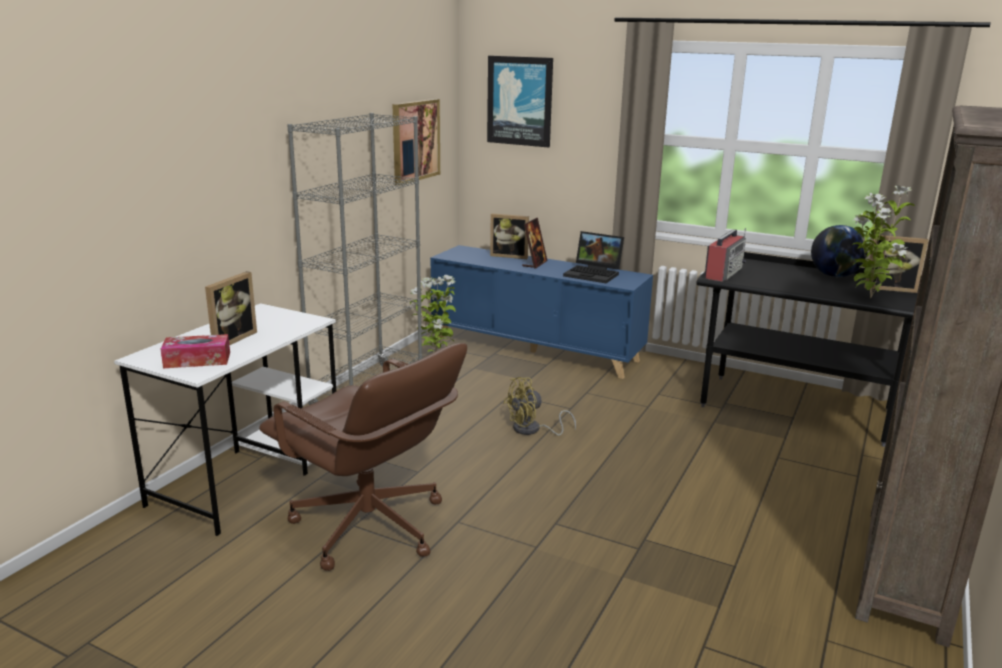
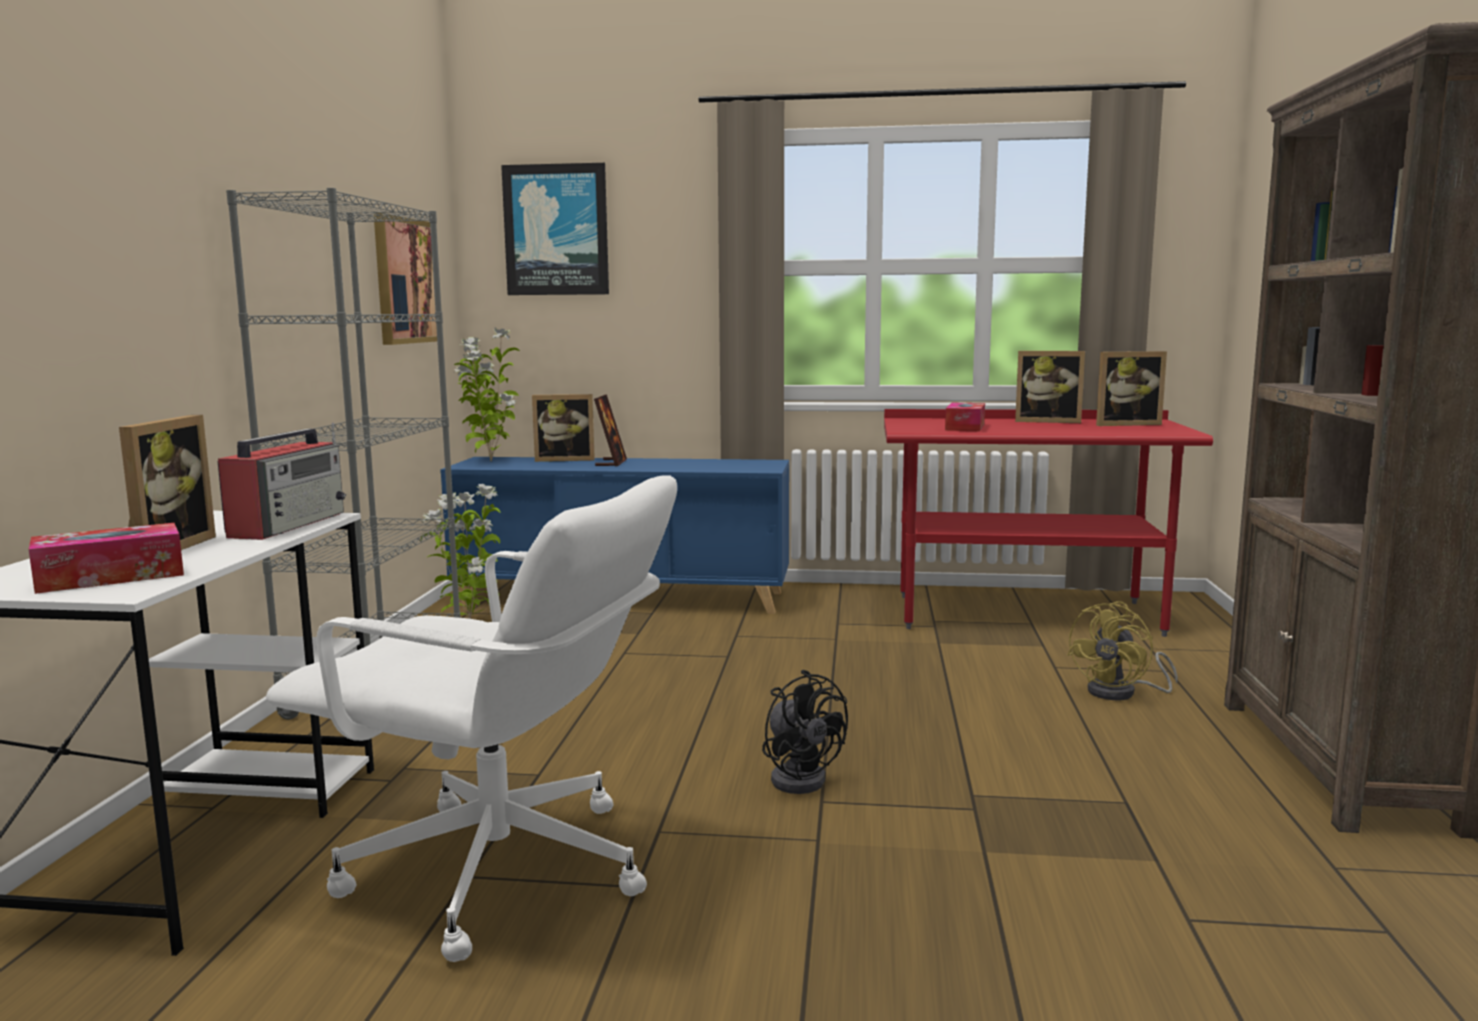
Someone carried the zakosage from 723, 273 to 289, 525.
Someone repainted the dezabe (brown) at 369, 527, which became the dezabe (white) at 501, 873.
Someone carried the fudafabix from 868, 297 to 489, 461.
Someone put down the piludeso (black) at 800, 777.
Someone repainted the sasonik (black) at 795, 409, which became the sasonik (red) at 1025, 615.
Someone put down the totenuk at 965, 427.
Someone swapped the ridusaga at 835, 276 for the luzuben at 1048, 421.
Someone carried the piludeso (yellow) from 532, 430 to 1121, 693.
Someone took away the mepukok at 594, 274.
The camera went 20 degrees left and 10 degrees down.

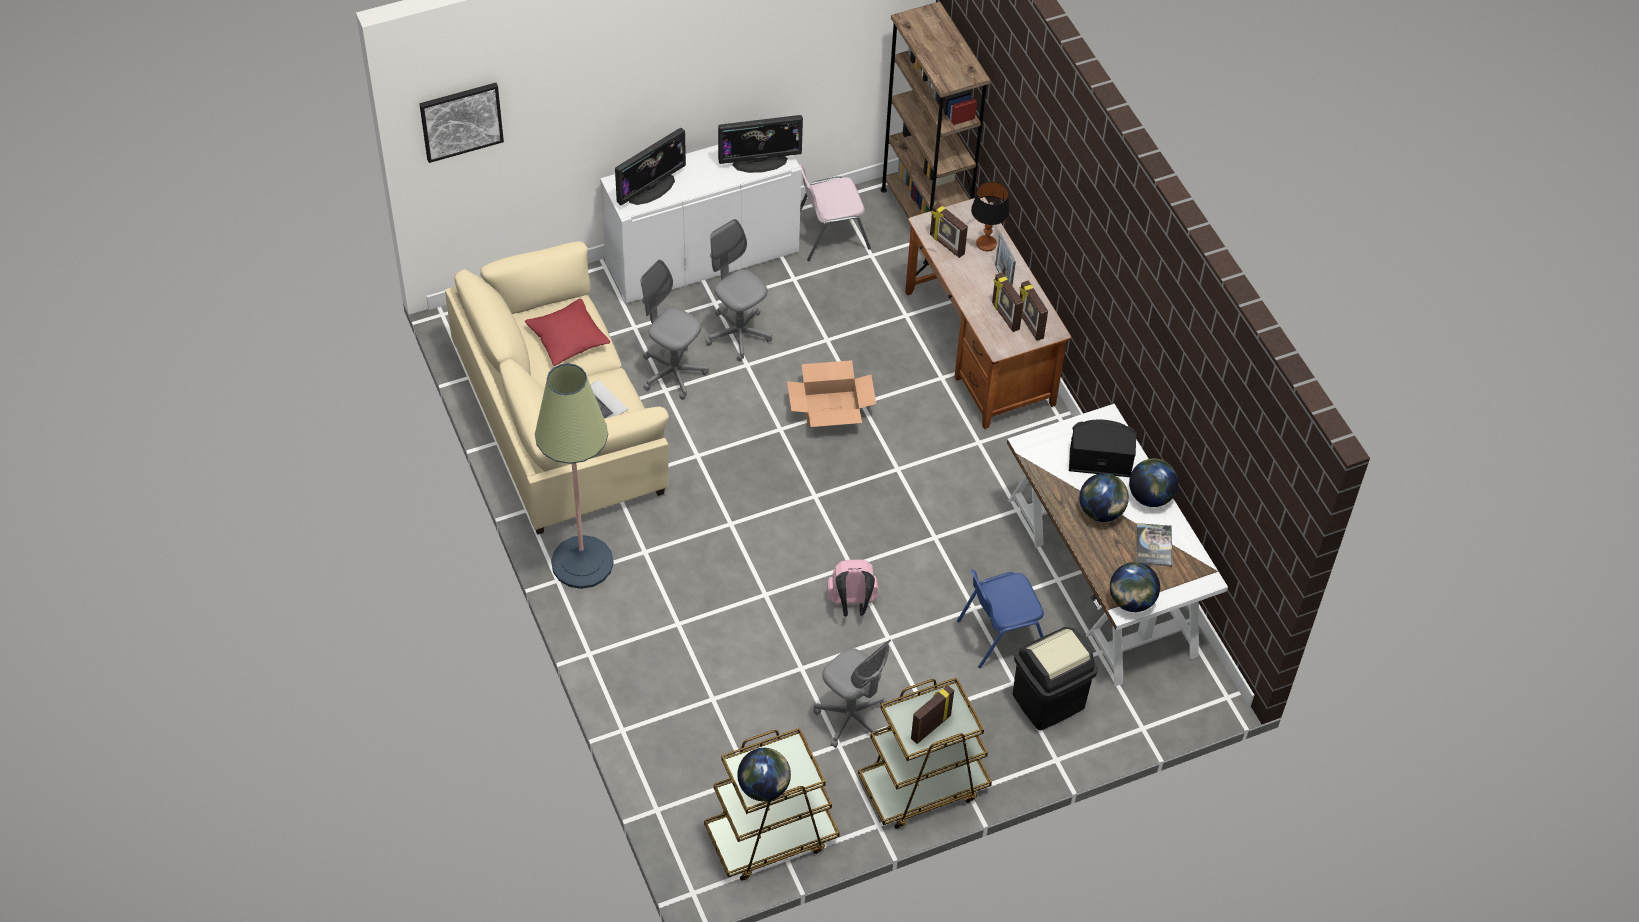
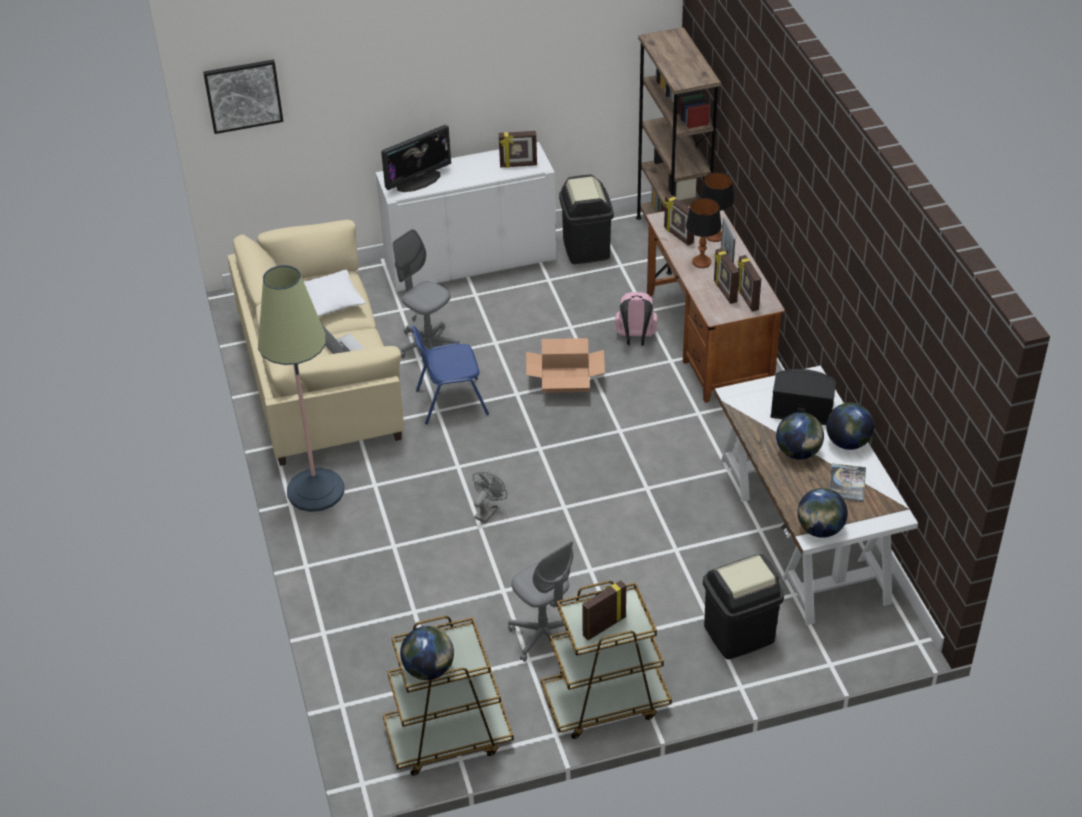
Someone repainted the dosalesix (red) at 568, 339, which became the dosalesix (white) at 330, 302.
Someone carried the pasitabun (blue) from 1000, 634 to 450, 401.
Someone put down the piludeso (grey) at 488, 511.
Someone swapped the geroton at 760, 161 for the luzuben at 518, 165.
Someone swapped the pasitabun (pink) at 829, 235 for the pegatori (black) at 585, 249.
Someone carried the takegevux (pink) from 852, 604 to 635, 338.
Someone put down the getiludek at 701, 262.
Someone took away the dezabe (grey) at 738, 334.
The camera went 10 degrees right and 10 degrees down.

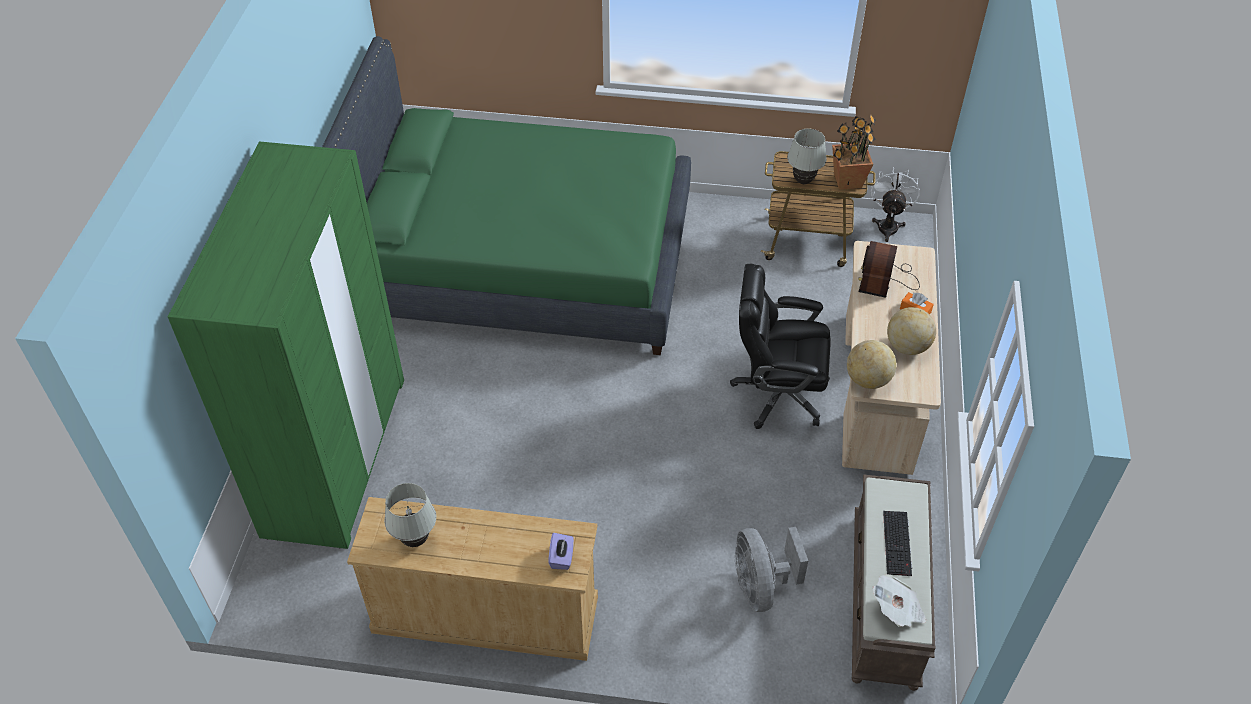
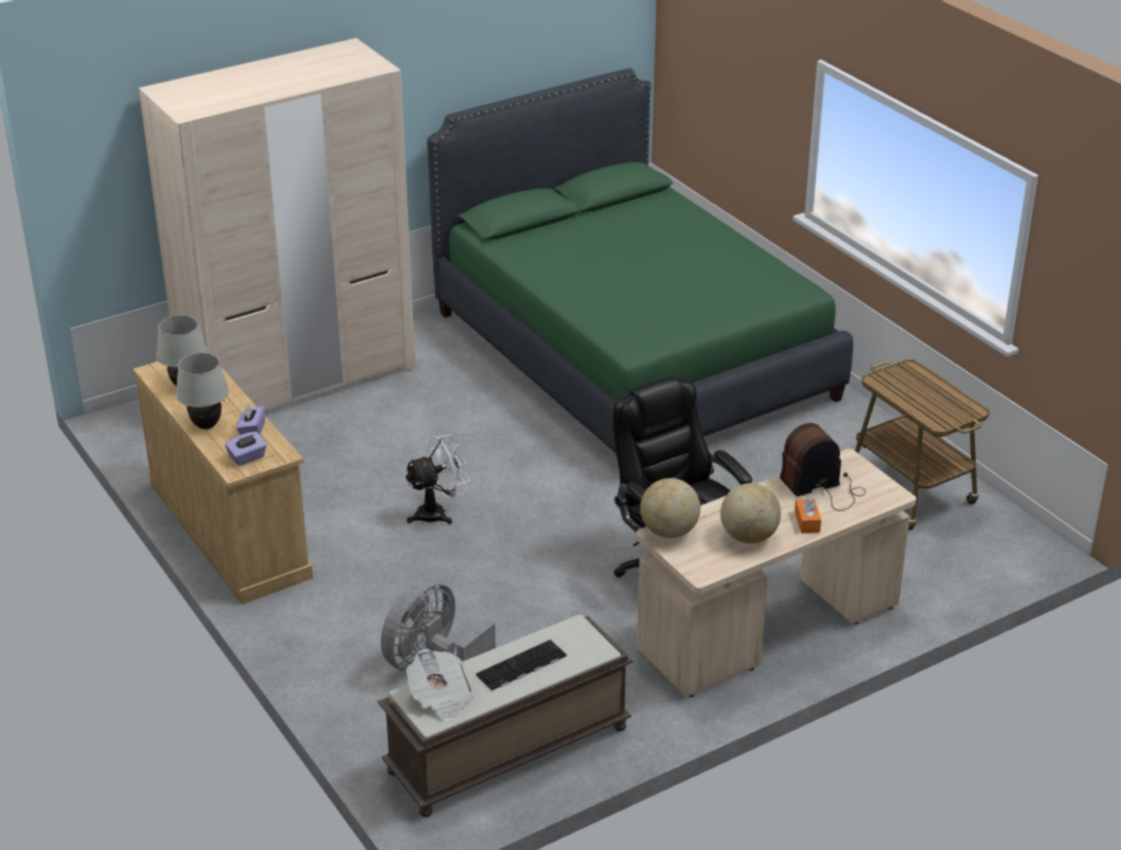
Someone repainted the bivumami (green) at 335, 455, which became the bivumami (beige) at 298, 379.
Someone carried the getiludek (white) from 803, 181 to 206, 426.
Someone put down the totenuk (purple) at 252, 431.
Someone carried the piludeso (white) from 888, 225 to 438, 513.
Someone took away the fudafabix at 847, 180.
The camera went 50 degrees right and 15 degrees down.

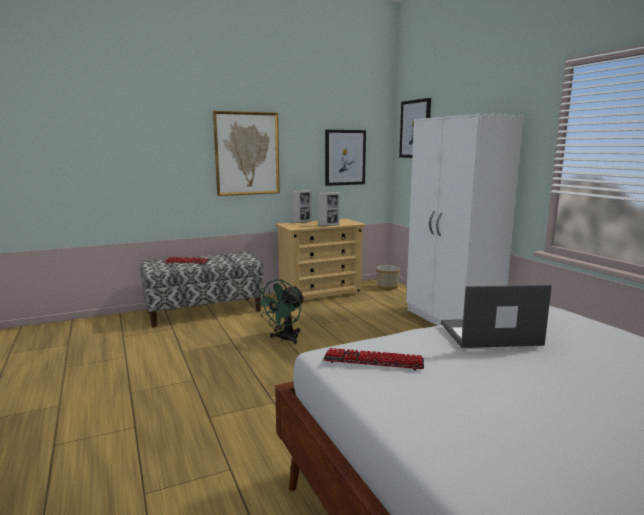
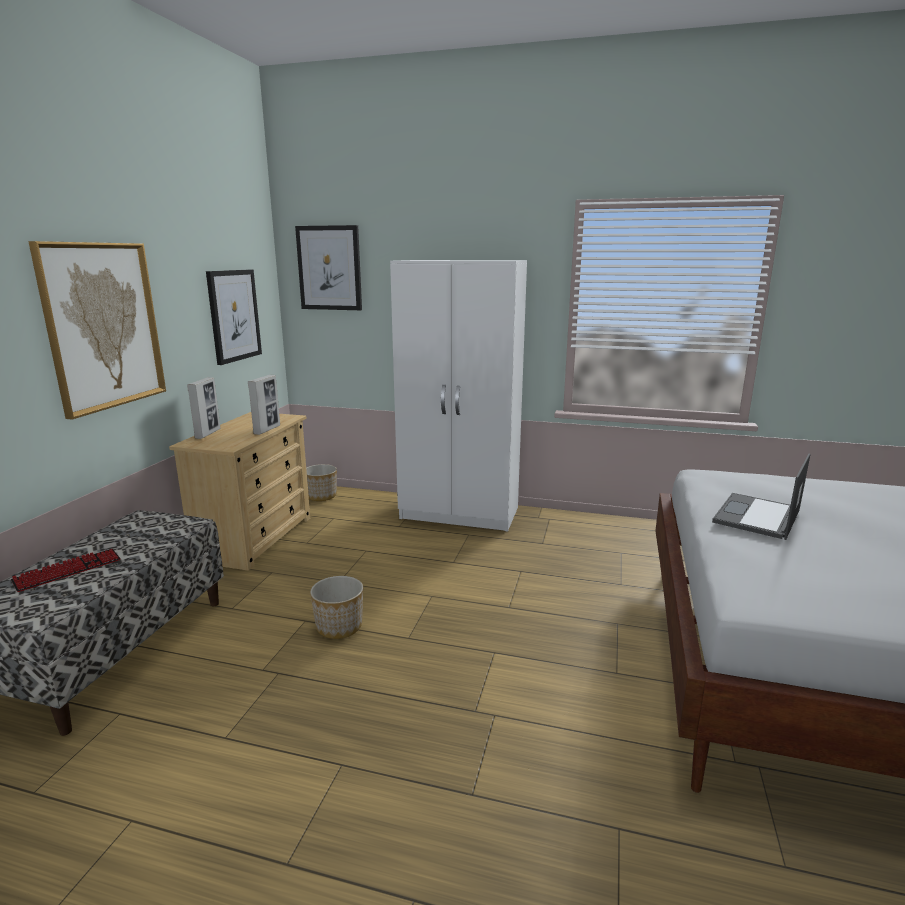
Someone swapped the piludeso (green) at 284, 339 for the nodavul at 339, 626.
Someone took away the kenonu at 373, 361.
The camera went 50 degrees left and 5 degrees up.

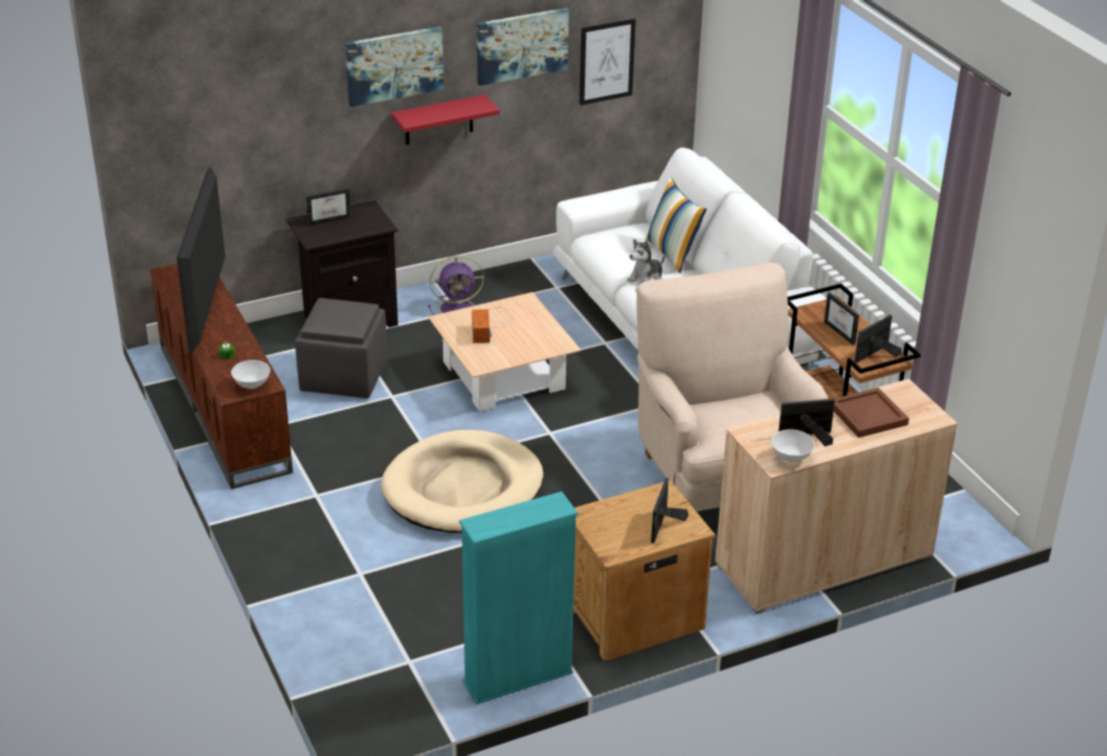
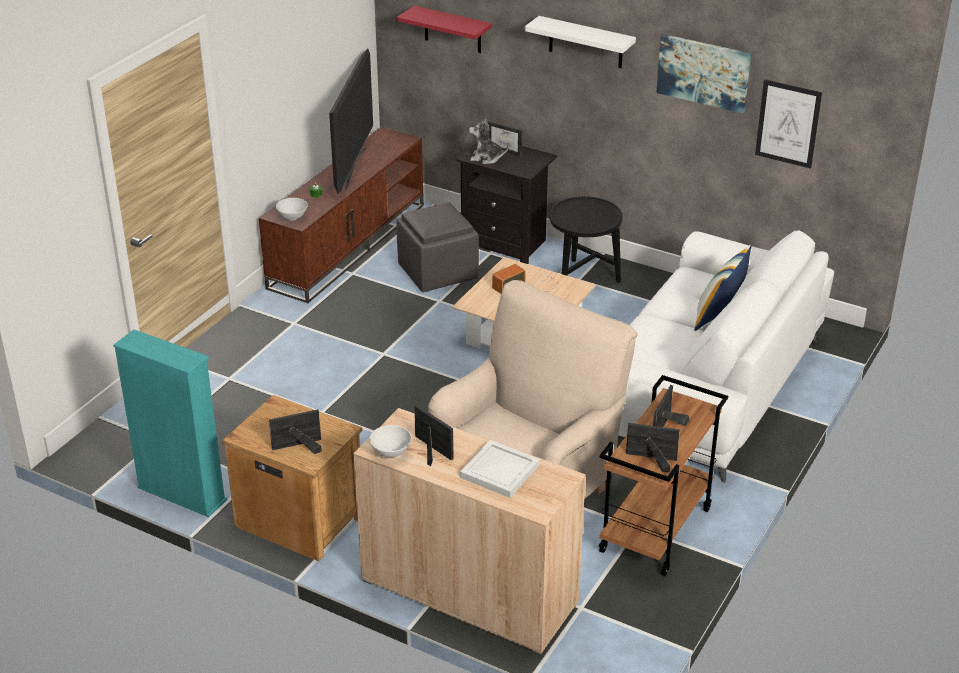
Someone rotated the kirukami at 209, 315 by 135 degrees clockwise.
Someone carried the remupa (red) from 439, 120 to 452, 30.
Someone repainted the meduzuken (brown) at 866, 415, which became the meduzuken (white) at 499, 470.
Someone carried the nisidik from 646, 279 to 486, 158.
Someone swapped the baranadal at 394, 65 for the remupa (white) at 586, 42.
Someone swapped the piludeso (purple) at 459, 308 for the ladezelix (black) at 583, 279.
Someone took away the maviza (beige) at 463, 488.
The camera went 55 degrees right and 0 degrees up.

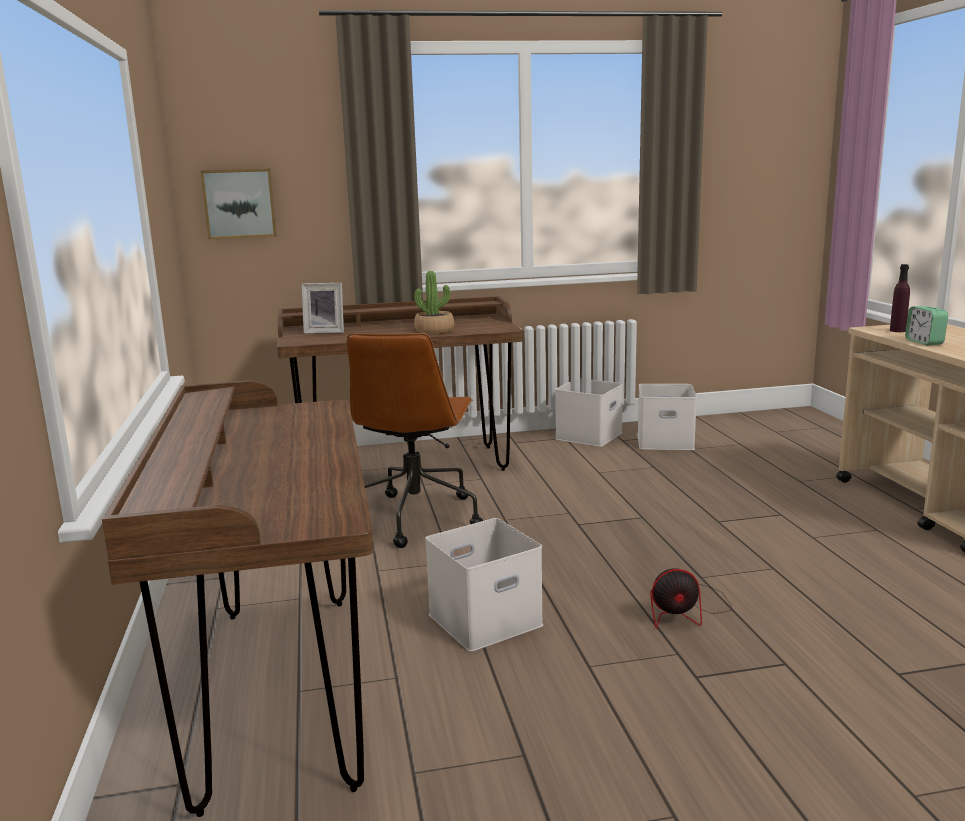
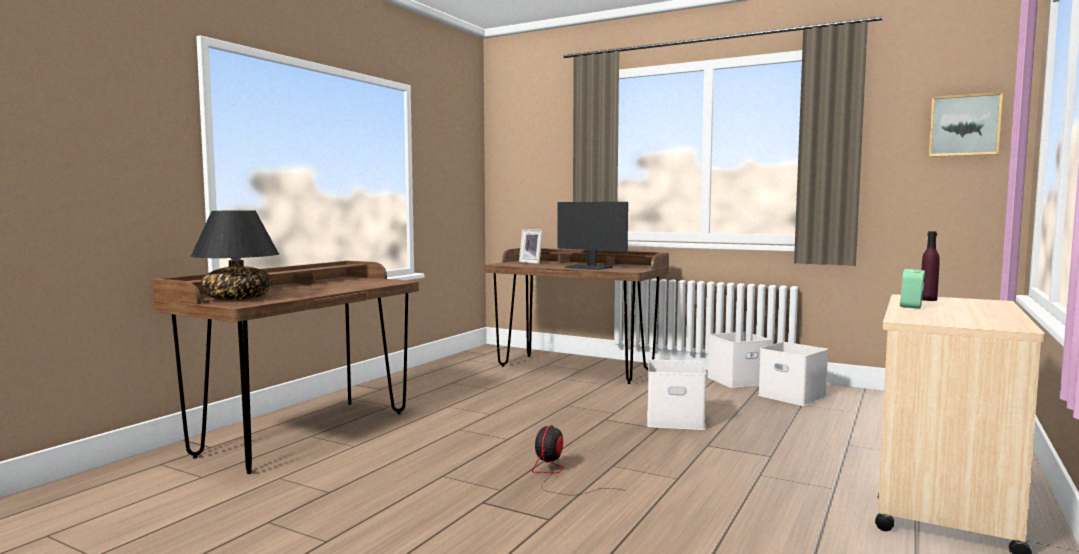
Someone put down the getiludek (black) at 237, 298.
Someone rotated the piludeso at 685, 611 by 75 degrees clockwise.
Someone swapped the fudafabix at 434, 330 for the geroton at 588, 267.
Someone carried the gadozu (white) from 485, 618 to 676, 419.
Someone carried the baranadal from 239, 203 to 964, 125.
Someone took away the dezabe (brown) at 415, 517.
The camera went 40 degrees right and 10 degrees down.

